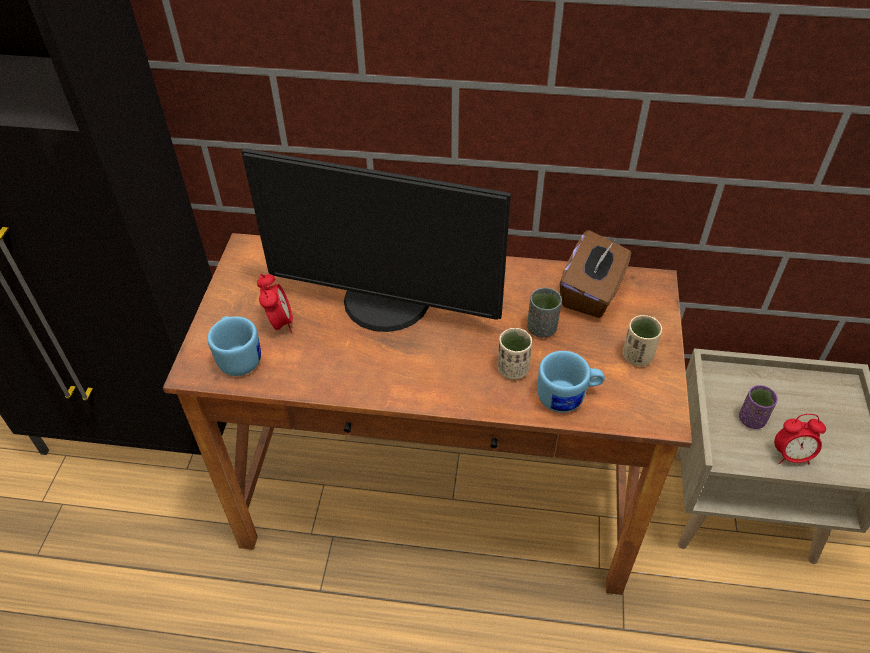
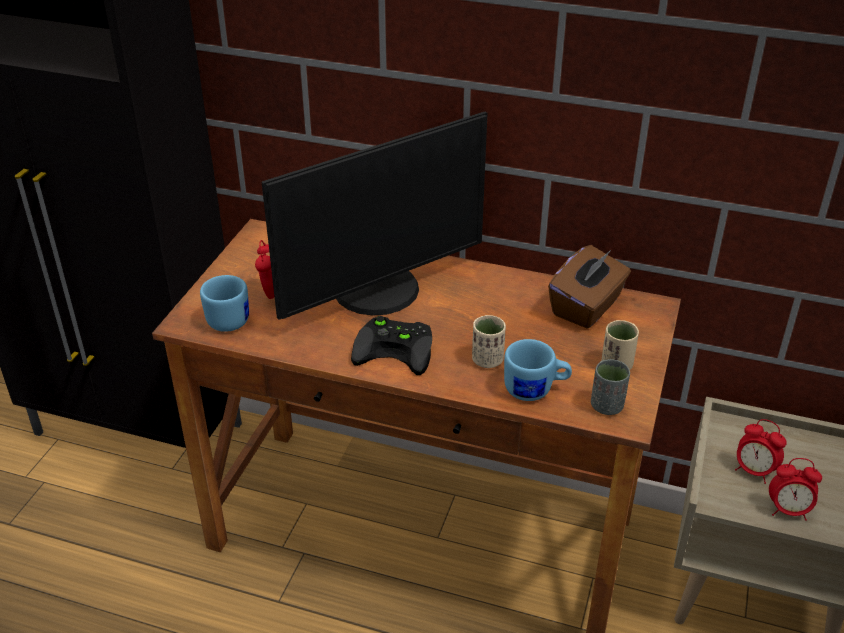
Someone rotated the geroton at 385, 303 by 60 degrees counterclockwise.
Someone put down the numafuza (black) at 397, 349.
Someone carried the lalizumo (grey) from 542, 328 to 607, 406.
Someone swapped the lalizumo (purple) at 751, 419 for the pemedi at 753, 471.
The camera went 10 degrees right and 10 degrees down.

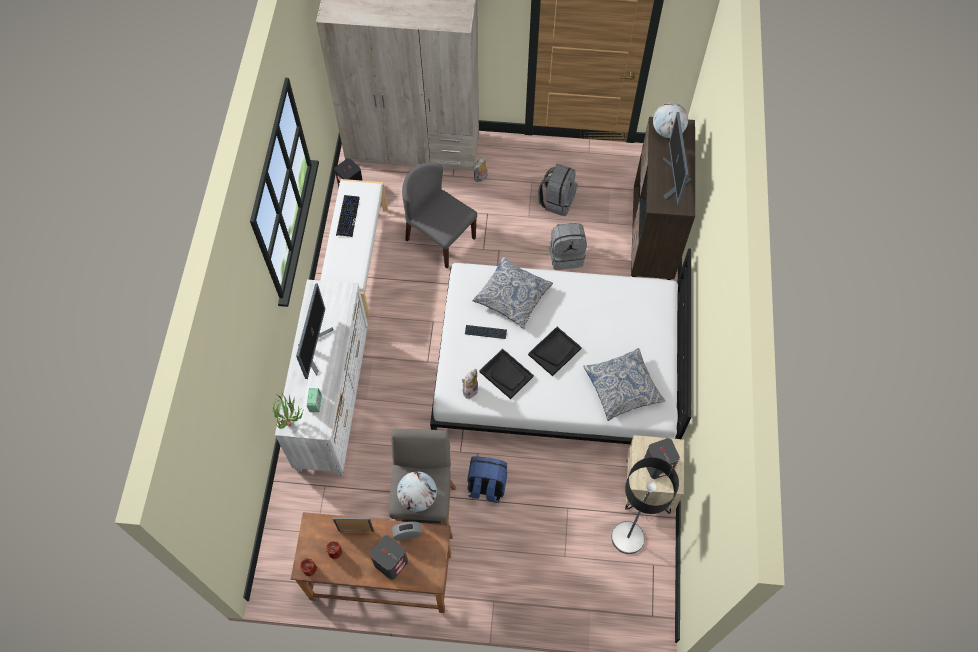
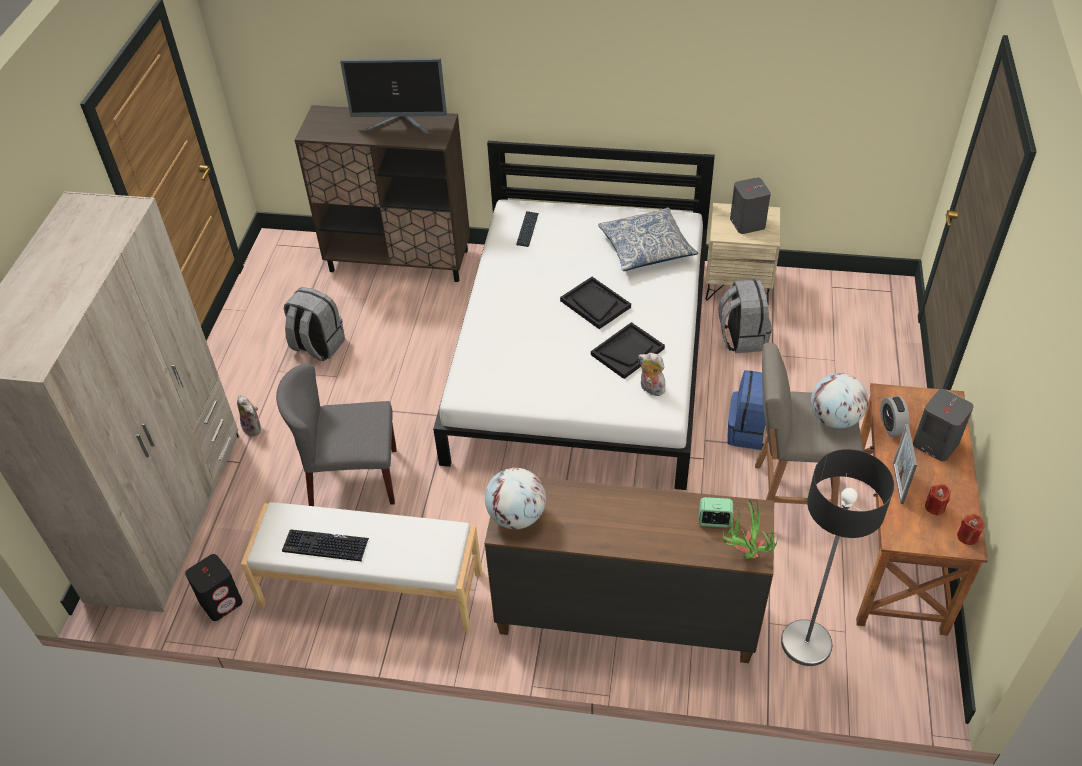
Someone rotated the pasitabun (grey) at 440, 238 by 45 degrees clockwise.
Someone carried the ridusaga from 667, 131 to 516, 516.
Someone repainted the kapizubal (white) at 334, 400, which became the kapizubal (brown) at 625, 615.
Someone carried the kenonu from 485, 332 to 527, 229.
Someone carried the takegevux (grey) from 566, 256 to 741, 337.
Someone carried the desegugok from 627, 537 to 806, 643.
Someone took away the geroton at 314, 347.
Someone took away the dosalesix at 512, 296.
The camera went 85 degrees left and 15 degrees down.

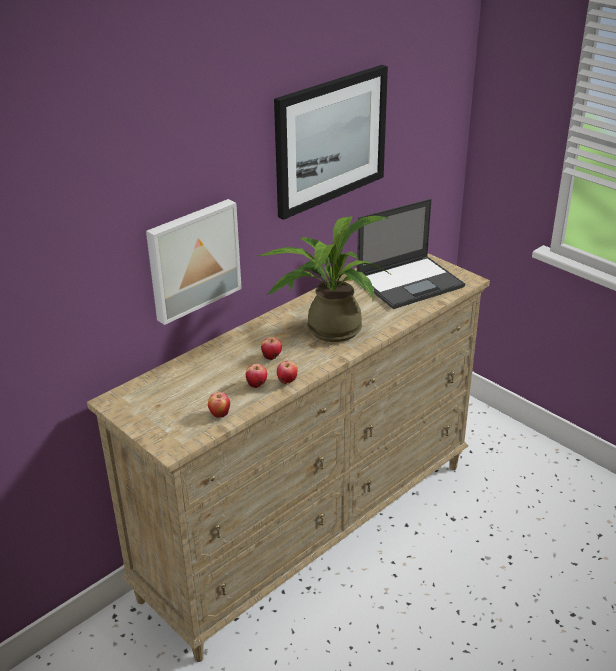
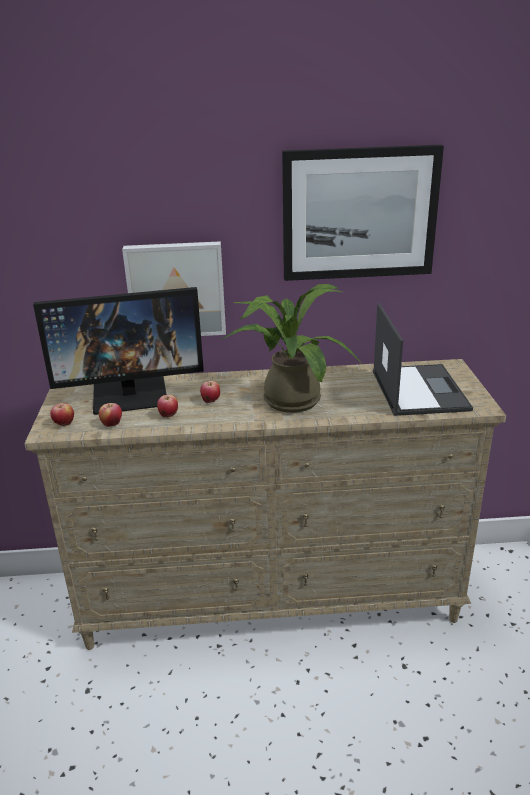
Someone put down the geroton at 131, 395.
Someone carried the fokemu from 287, 382 to 64, 424.
Someone rotated the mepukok at 410, 282 by 105 degrees counterclockwise.
The camera went 40 degrees right and 5 degrees down.

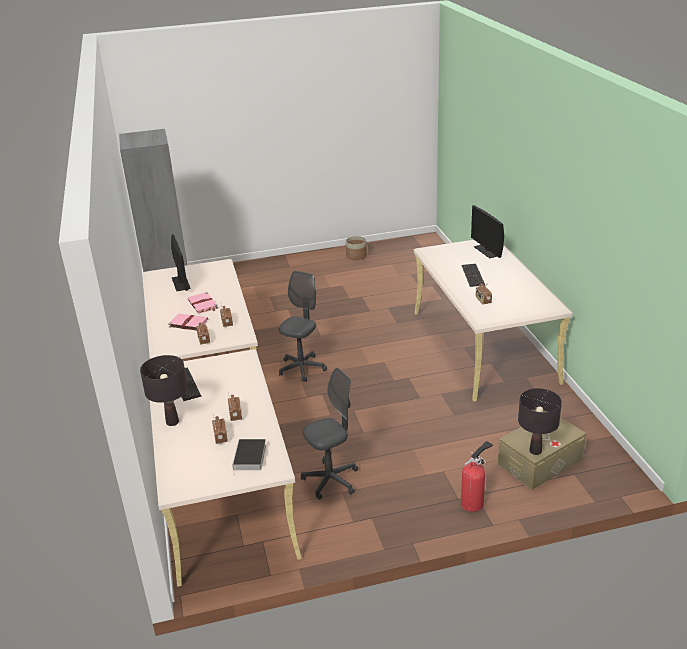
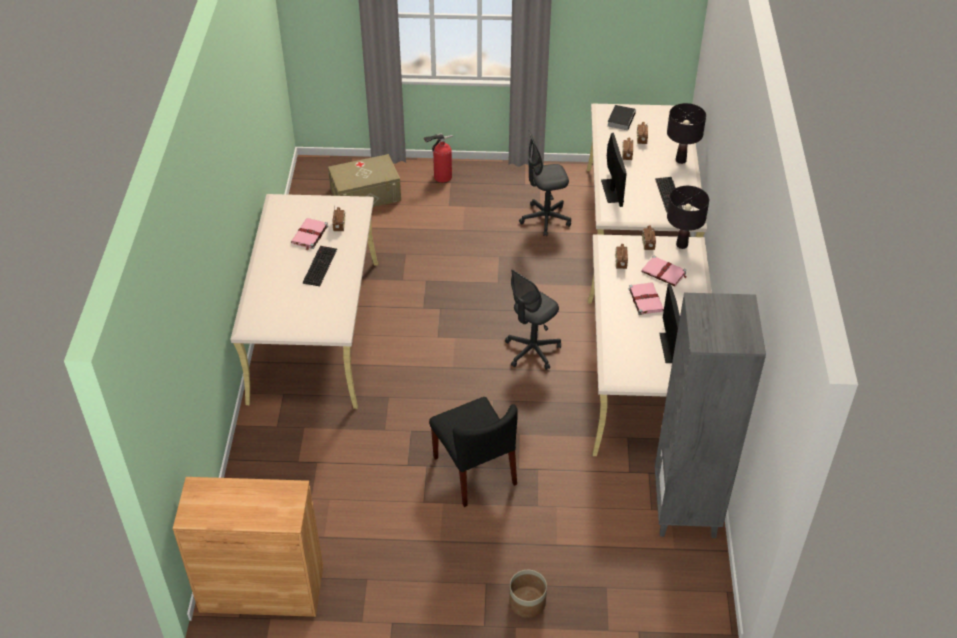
Someone put down the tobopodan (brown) at 262, 589.
Someone put down the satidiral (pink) at 309, 235.
Someone put down the pasitabun (black) at 475, 471.
Someone carried the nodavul from 356, 256 to 527, 602.
Someone carried the geroton from 487, 251 to 612, 190.
Someone carried the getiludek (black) from 535, 451 to 682, 245.
The camera went 165 degrees left and 15 degrees up.

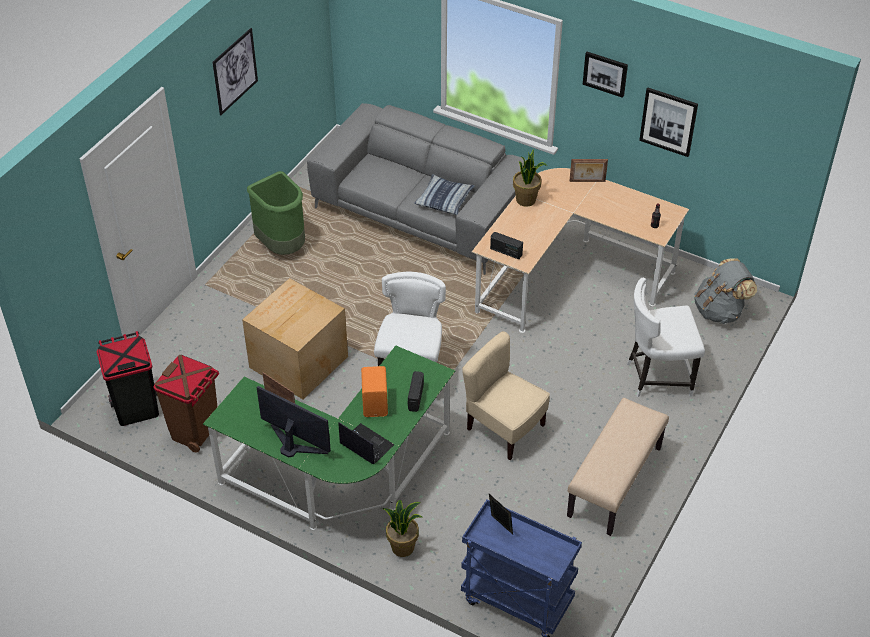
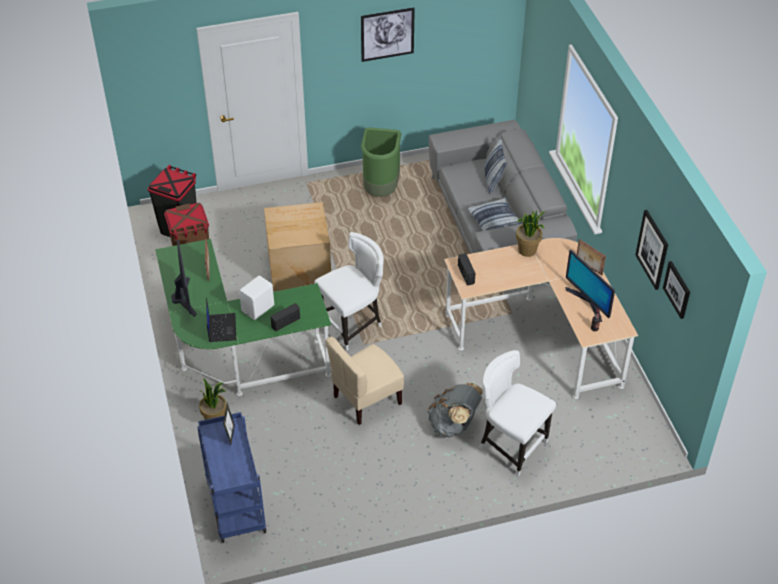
Someone repainted the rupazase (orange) at 376, 403, which became the rupazase (white) at 259, 309.
Someone rotated the pasitabun (beige) at 504, 428 by 120 degrees counterclockwise.
Someone carried the takegevux (grey) from 720, 311 to 454, 424.
Someone put down the dosalesix at 493, 180.
Someone put down the geroton at 588, 302.
Someone carried the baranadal from 605, 73 to 677, 289.
Someone took away the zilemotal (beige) at 615, 482.
The camera went 45 degrees right and 0 degrees up.

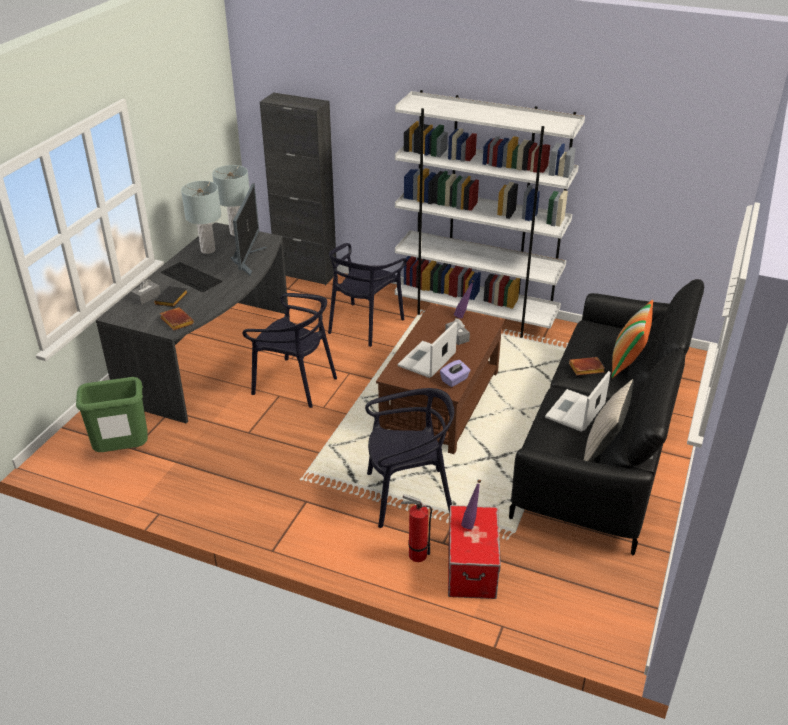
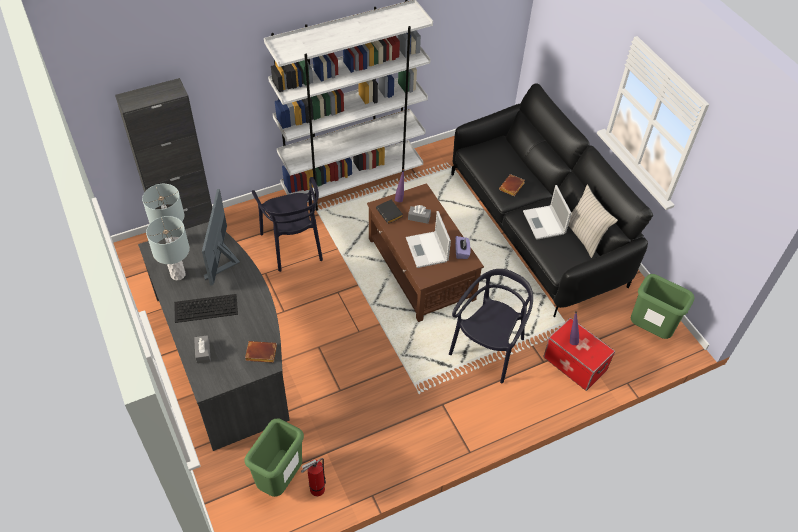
Someone rotated the geroton at 247, 259 by 135 degrees counterclockwise.
Someone carried the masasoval from 415, 554 to 315, 490.
Someone carried the satidiral (black) from 172, 300 to 390, 213.
Someone put down the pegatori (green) at 650, 330.
Someone took away the pasitabun (black) at 295, 384.
Someone took away the dosalesix at 627, 362.
The camera went 50 degrees left and 15 degrees up.

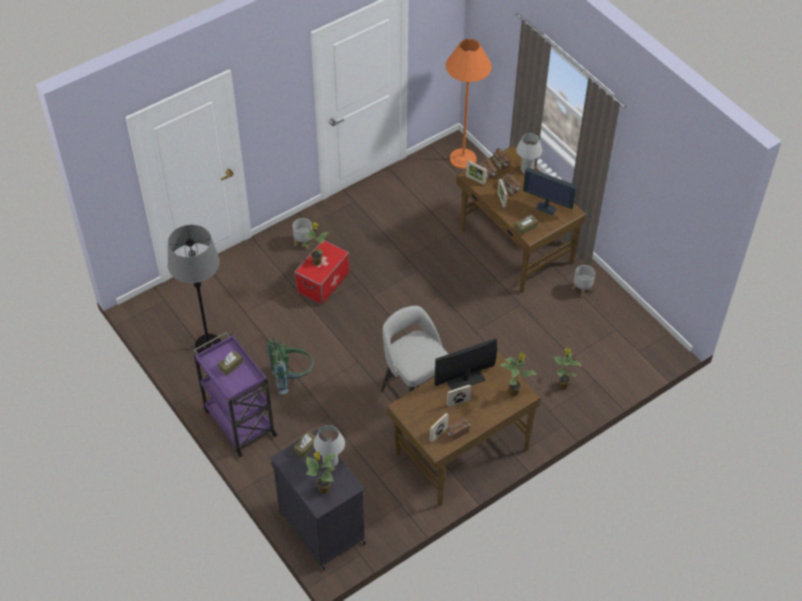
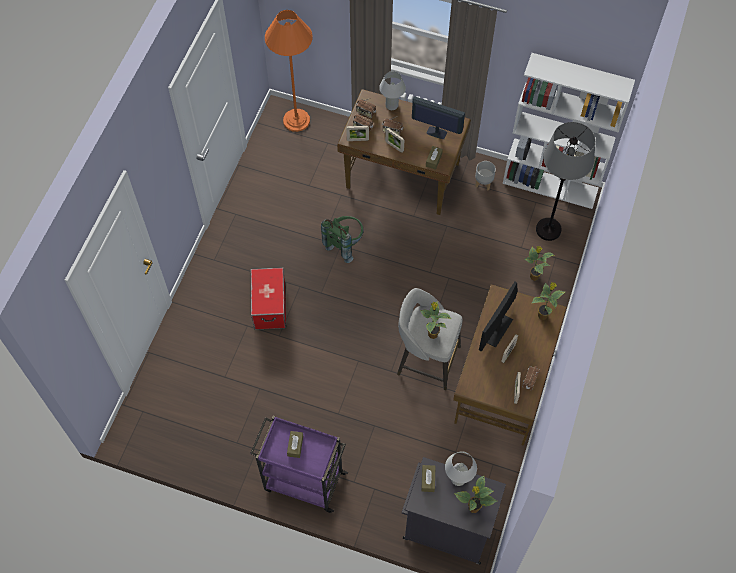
Someone carried the takegevux (green) from 292, 377 to 344, 244.
Someone rotated the geroton at 546, 208 by 150 degrees counterclockwise.
Someone carried the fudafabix from 317, 261 to 432, 334.
Someone put down the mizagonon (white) at 551, 185.
Someone carried the desegugok (grey) from 208, 345 to 548, 229.
Someone took away the nodavul (grey) at 303, 242.
The camera went 35 degrees left and 10 degrees up.

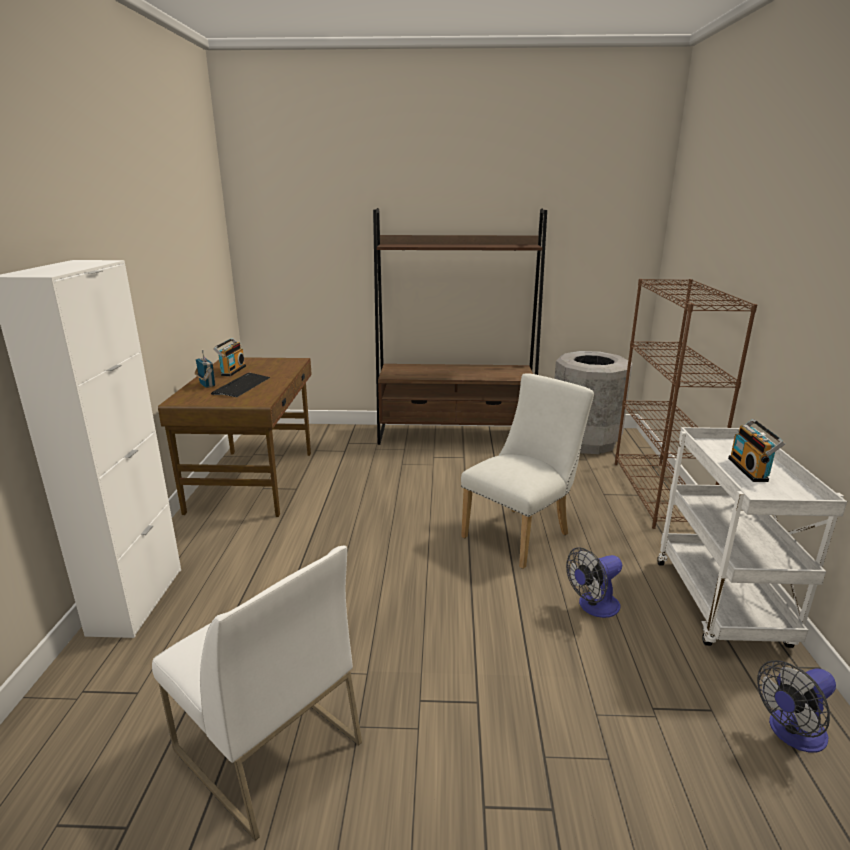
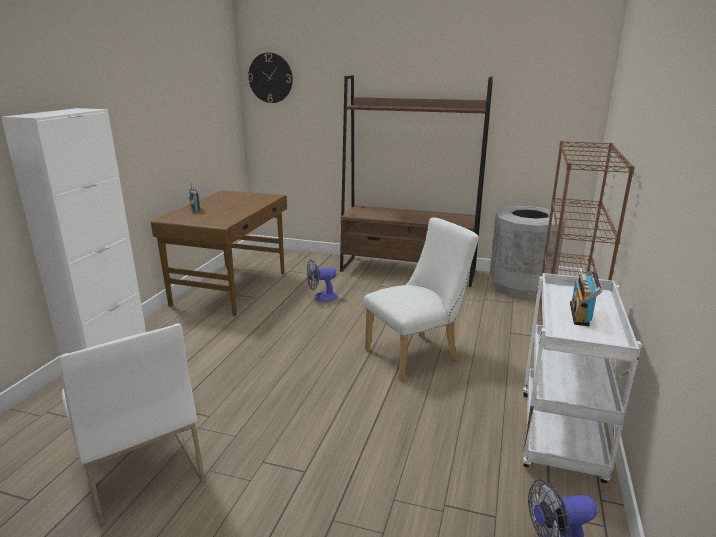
Someone put up the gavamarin at 270, 78.
Someone carried the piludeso from 593, 607 to 321, 297.
Someone took away the kenonu at 241, 386.
Someone took away the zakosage at 232, 371.
The camera went 15 degrees right and 0 degrees up.

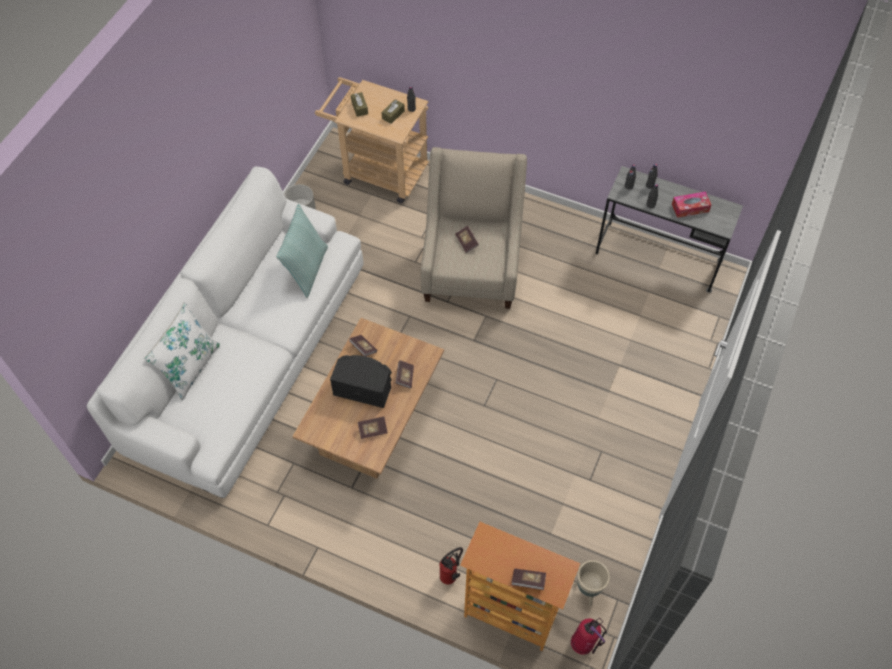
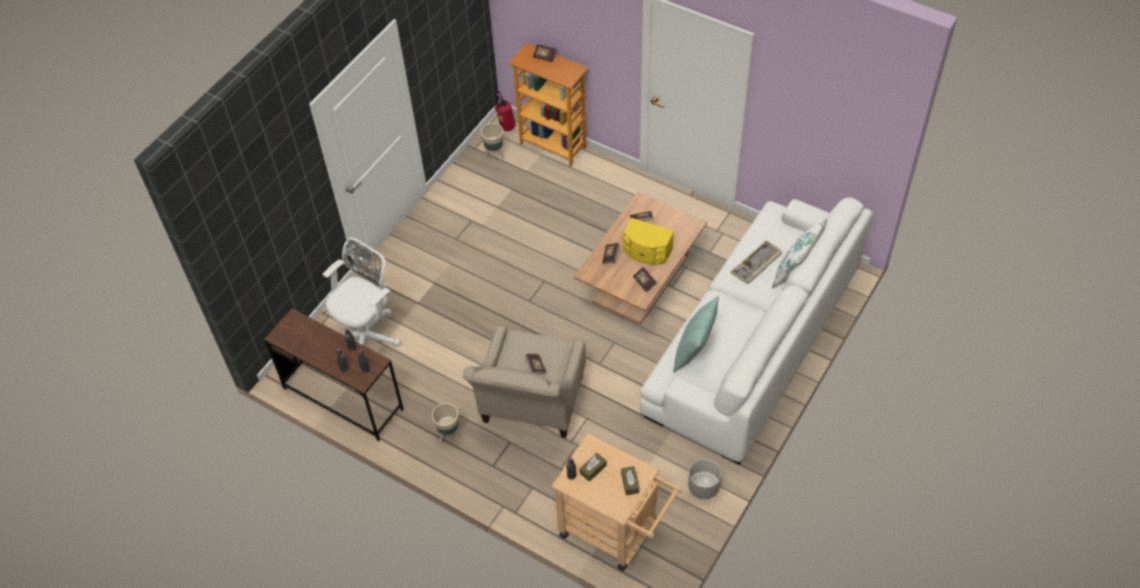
Someone repainted the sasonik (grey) at 658, 257, which became the sasonik (brown) at 343, 399.
Someone put down the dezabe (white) at 367, 335.
Someone put down the nodavul (beige) at 449, 434.
Someone repainted the rupazase (black) at 363, 387, which became the rupazase (yellow) at 646, 252.
Someone put down the kenonu at 756, 264.
Someone took away the masasoval at 451, 577.
Someone took away the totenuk at 690, 208.
The camera went 170 degrees left and 5 degrees down.

